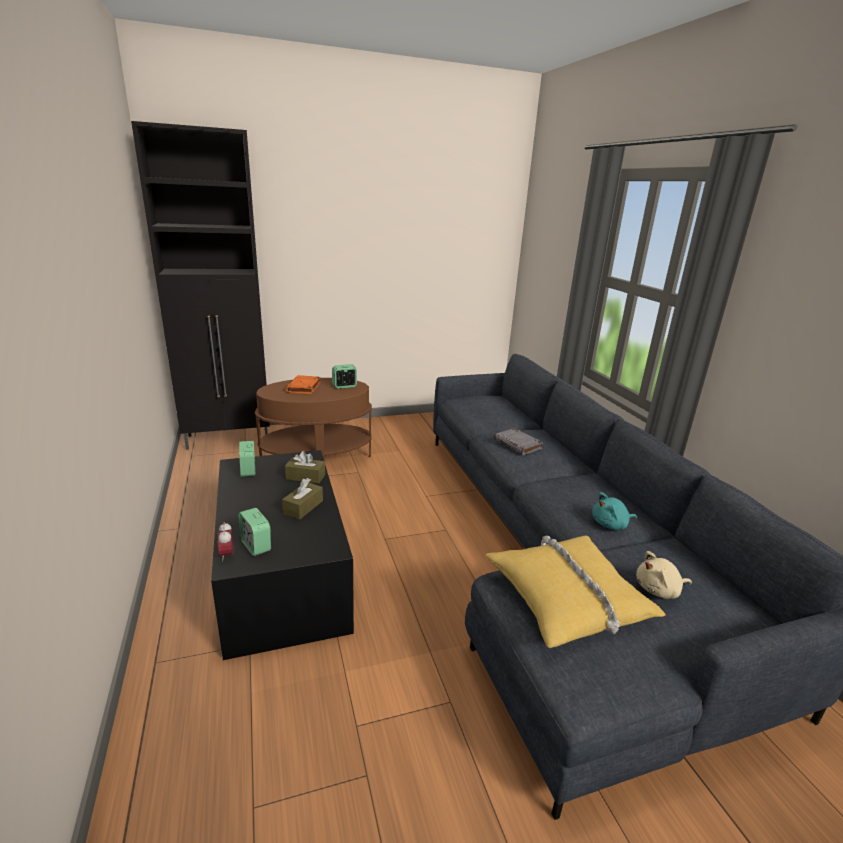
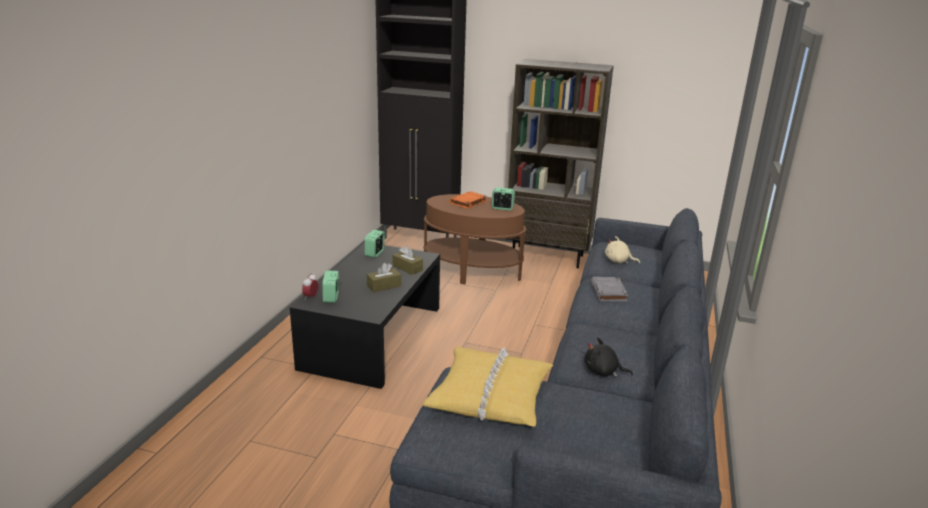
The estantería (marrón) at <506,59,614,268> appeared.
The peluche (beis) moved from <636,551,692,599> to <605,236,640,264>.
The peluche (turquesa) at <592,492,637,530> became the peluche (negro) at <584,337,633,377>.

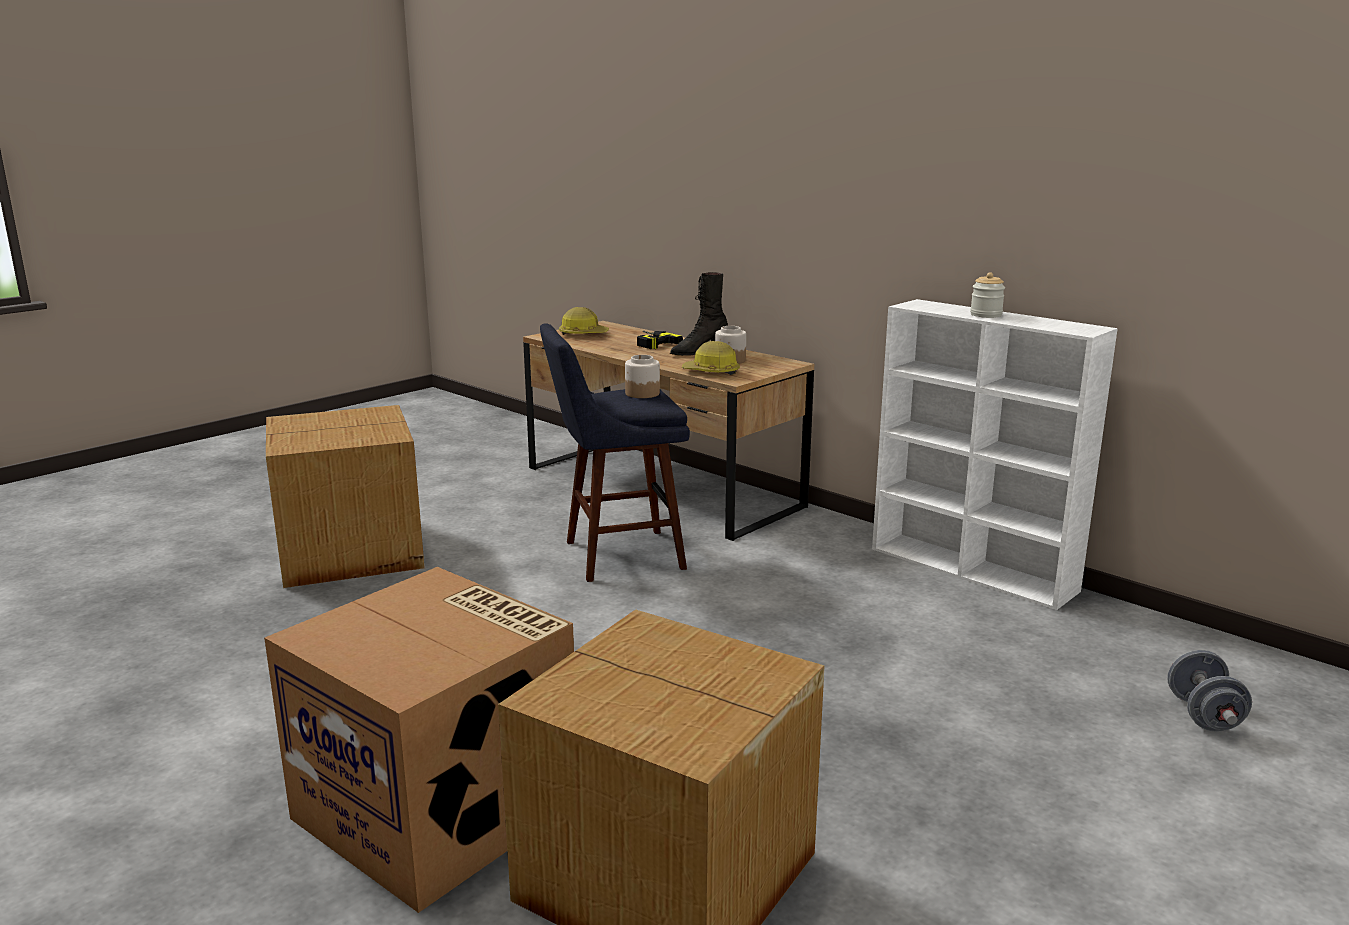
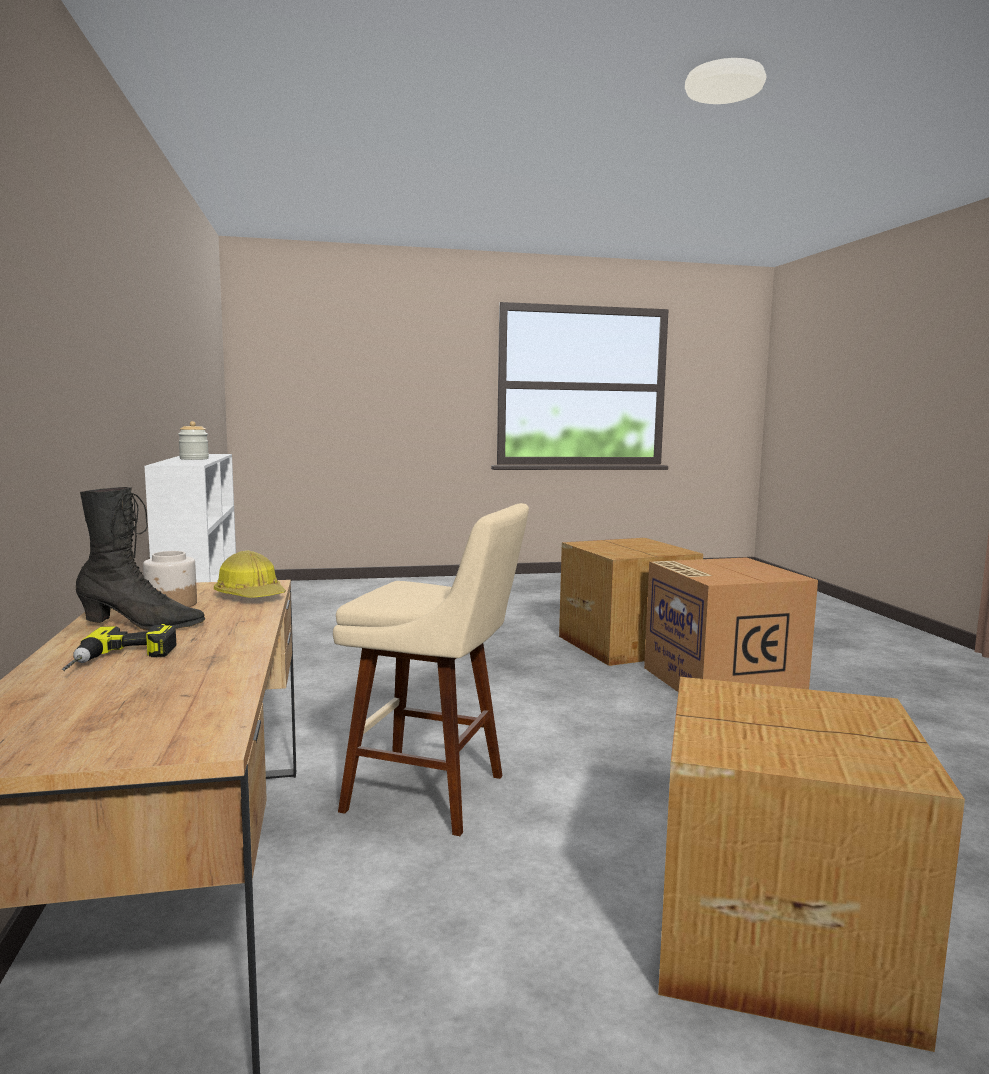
The casco at <559,307,609,335> disappeared.
The tarro at <625,355,660,398> disappeared.
The mancuerna (gris) at <1167,650,1252,732> disappeared.
The taburete (azul) at <540,323,690,582> became the taburete (beis) at <333,503,529,836>.

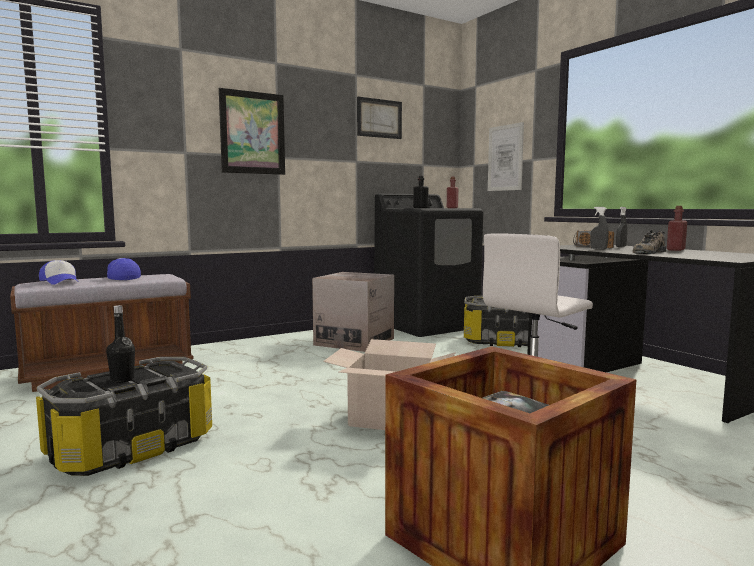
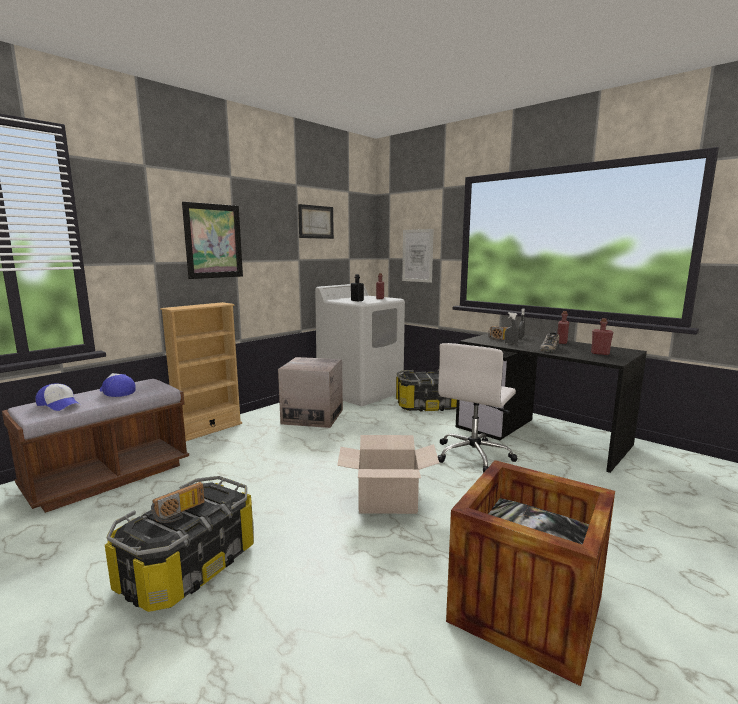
The estantería (beis) at <160,302,242,441> appeared.
The botella (rojo) at <591,318,613,355> appeared.
The botella (negro) at <106,305,135,383> was replaced by the radio at <151,482,205,523>.
The lavadora (negro) at <374,193,483,337> became the lavadora (blanco) at <315,284,405,406>.

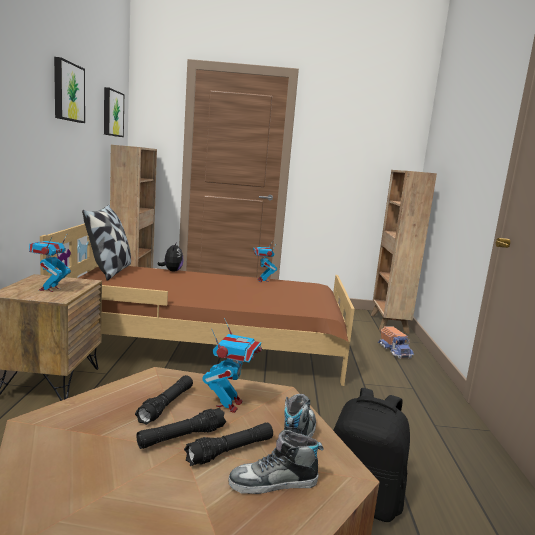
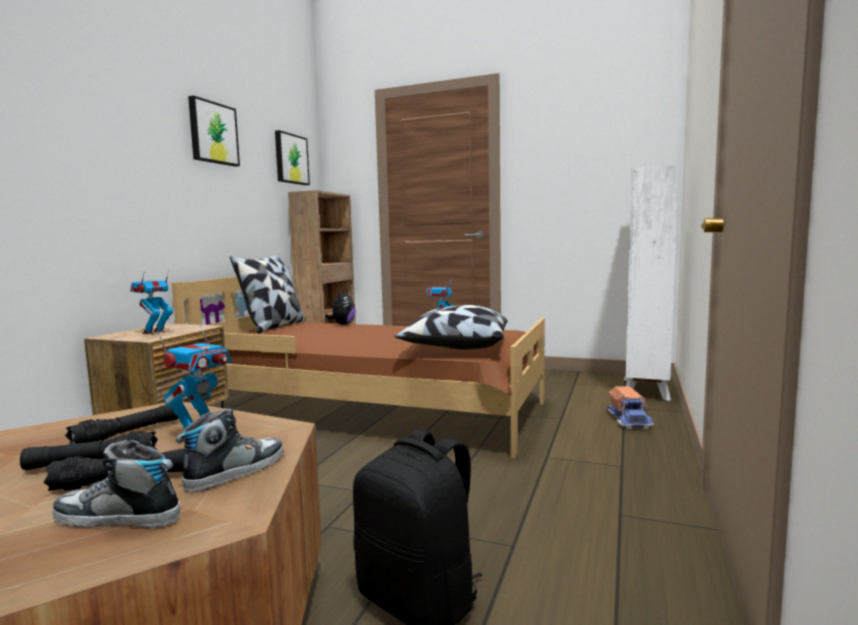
The cojín at <395,305,508,350> appeared.
The estantería (marrón) at <370,170,437,334> became the estantería (blanco) at <624,165,679,401>.

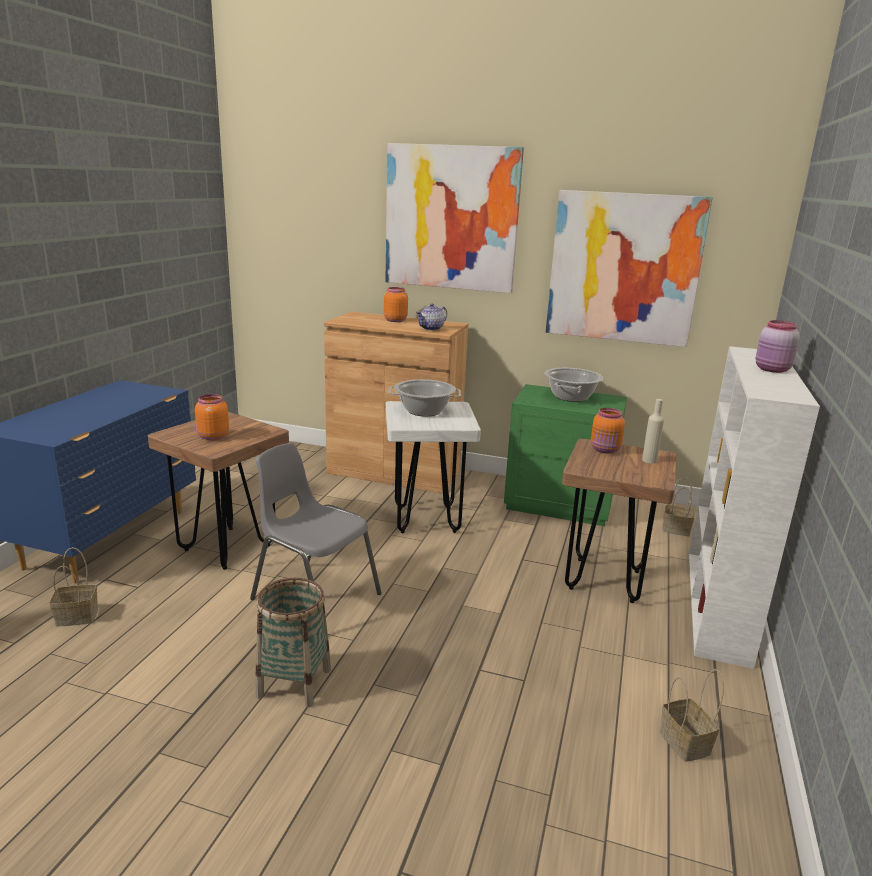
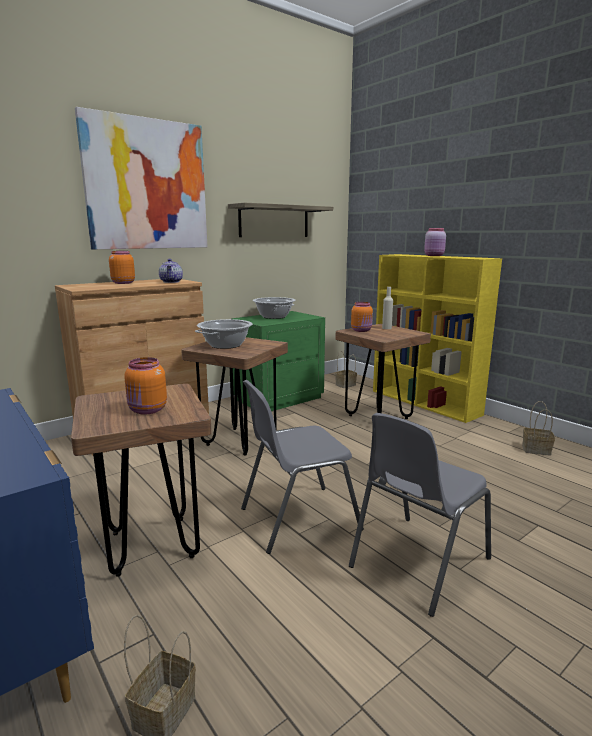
The cesta at <256,578,331,707> was replaced by the silla (gris) at <349,413,491,617>.
The cuadro at <546,190,713,347> was replaced by the estante at <228,203,333,237>.
The taburete (blanco) at <386,401,481,533> became the taburete (marrón) at <181,337,288,455>.
The estantería (blanco) at <689,346,820,669> became the estantería (amarillo) at <373,254,502,423>.

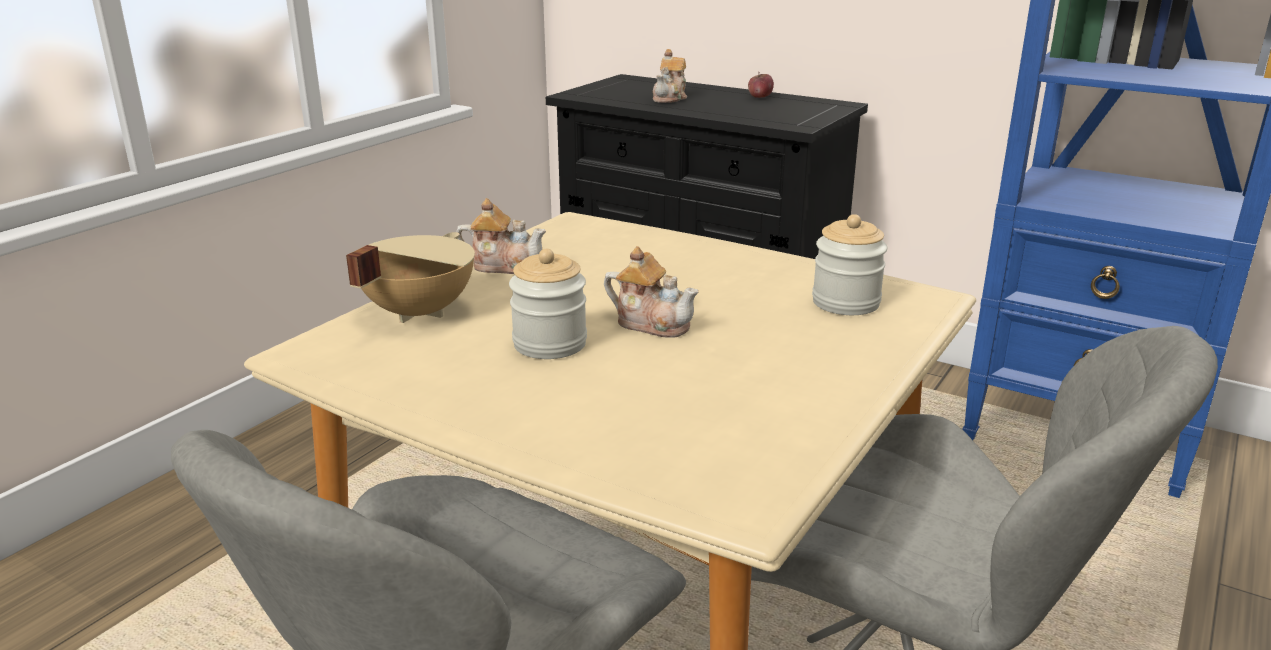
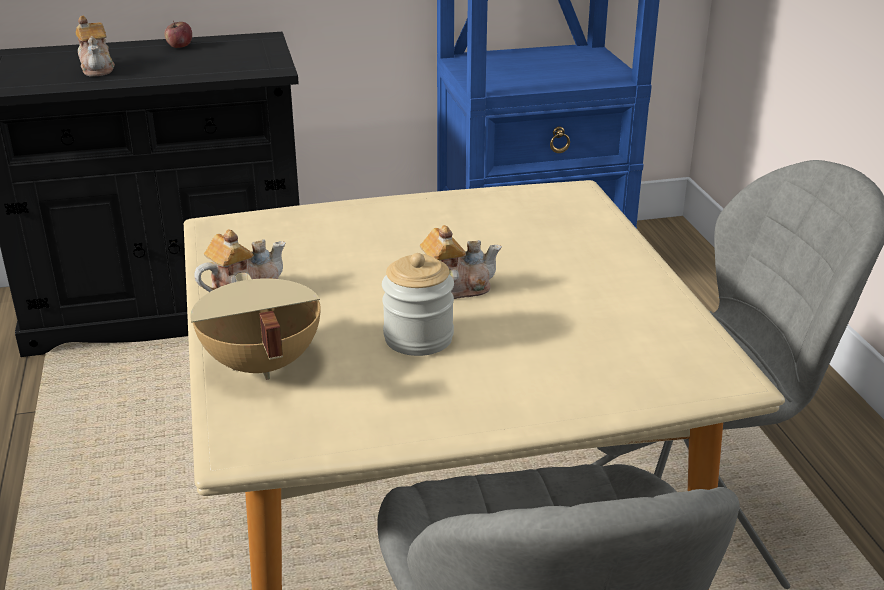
The tarro at <812,214,887,315> disappeared.

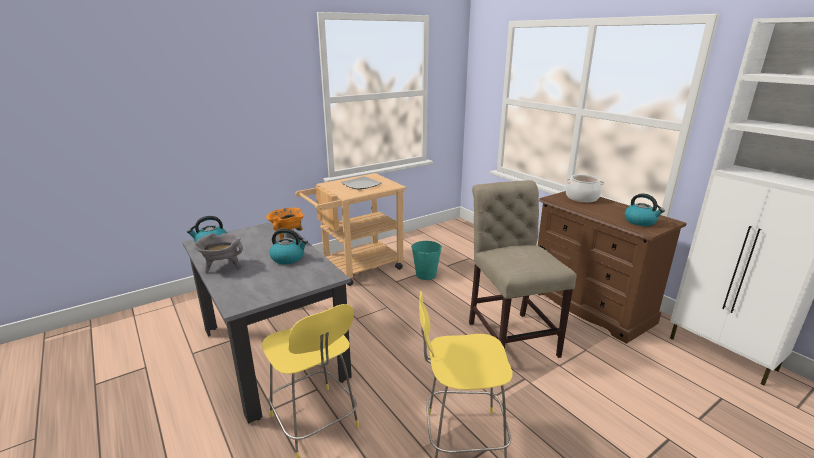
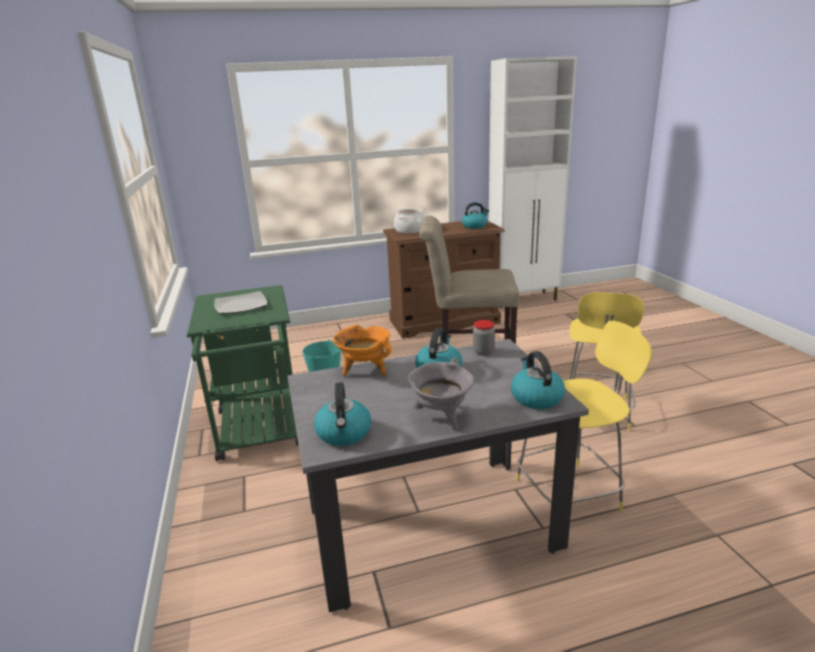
The tarro at <473,320,495,356> appeared.
The hervidor at <511,351,565,409> appeared.
The carrito (beis) at <295,173,406,286> became the carrito (verde) at <187,285,298,461>.

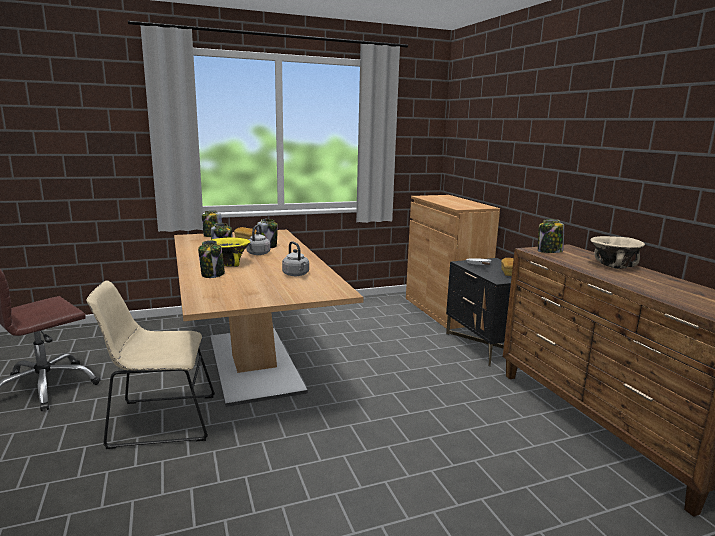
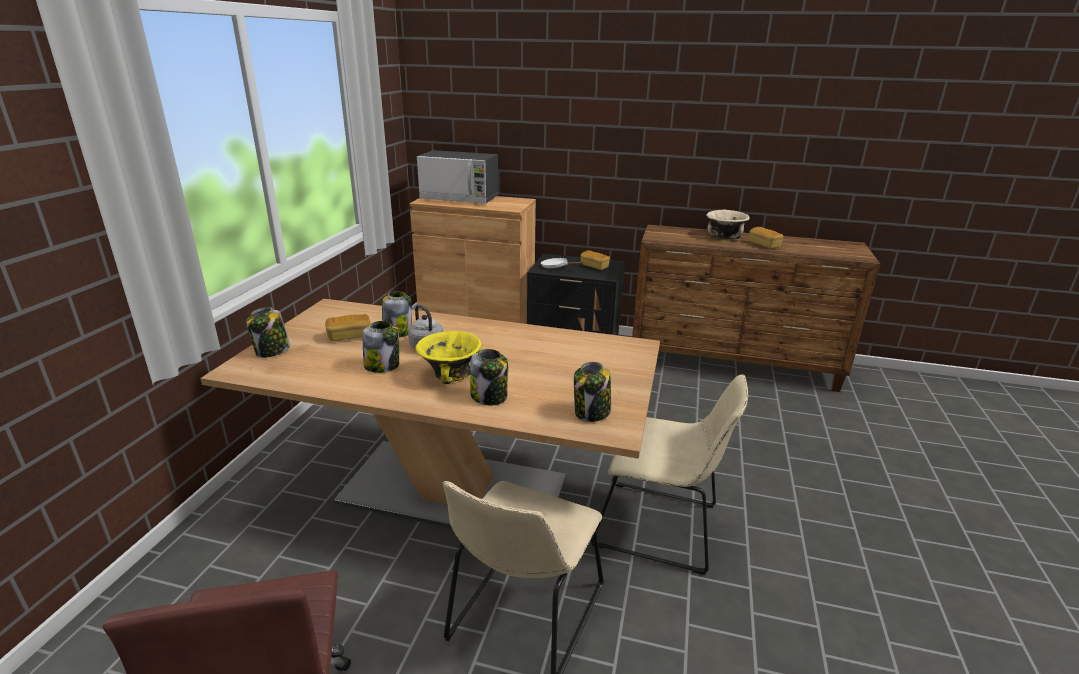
The hervidor (gris) at <282,241,309,276> disappeared.
The microondas at <417,150,498,204> appeared.
The silla (beis) at <591,374,748,575> appeared.
The pan at <749,227,783,249> appeared.
The tarro moved from <538,219,564,253> to <574,362,611,422>.

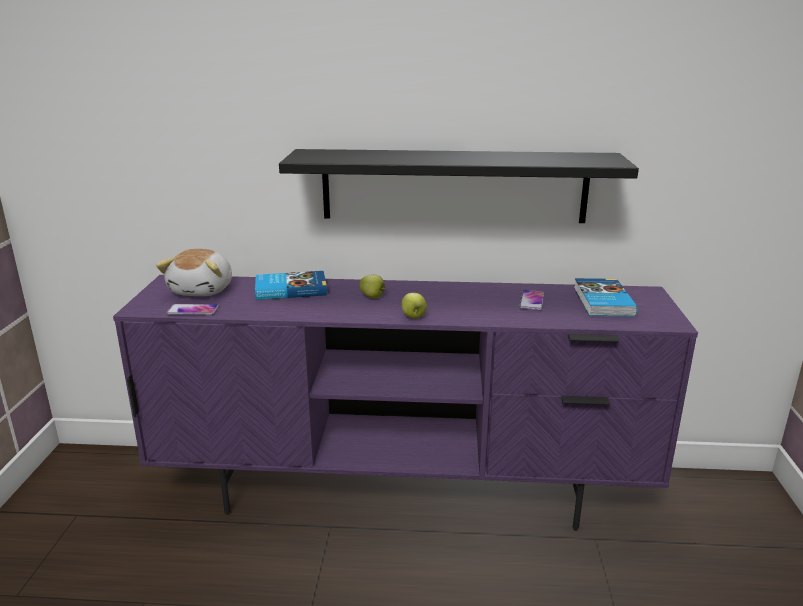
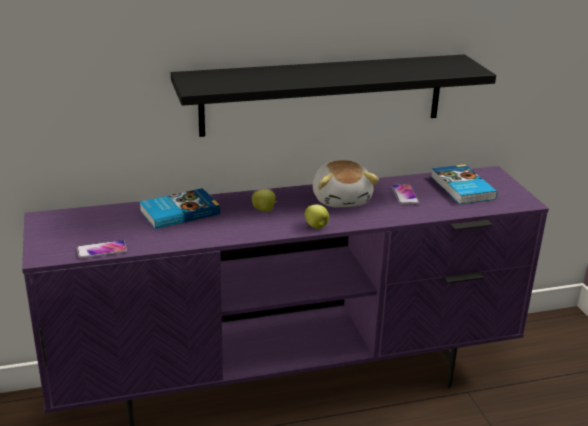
The peluche moved from <156,249,232,296> to <313,160,379,207>.

